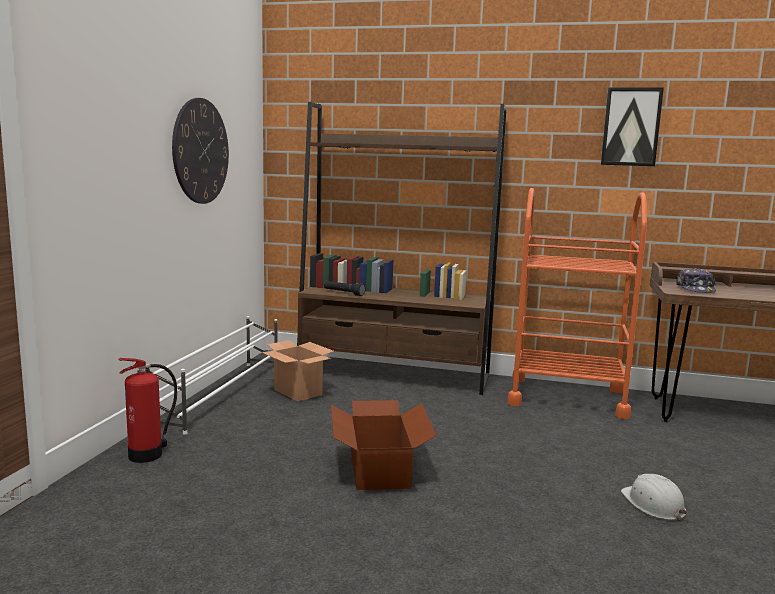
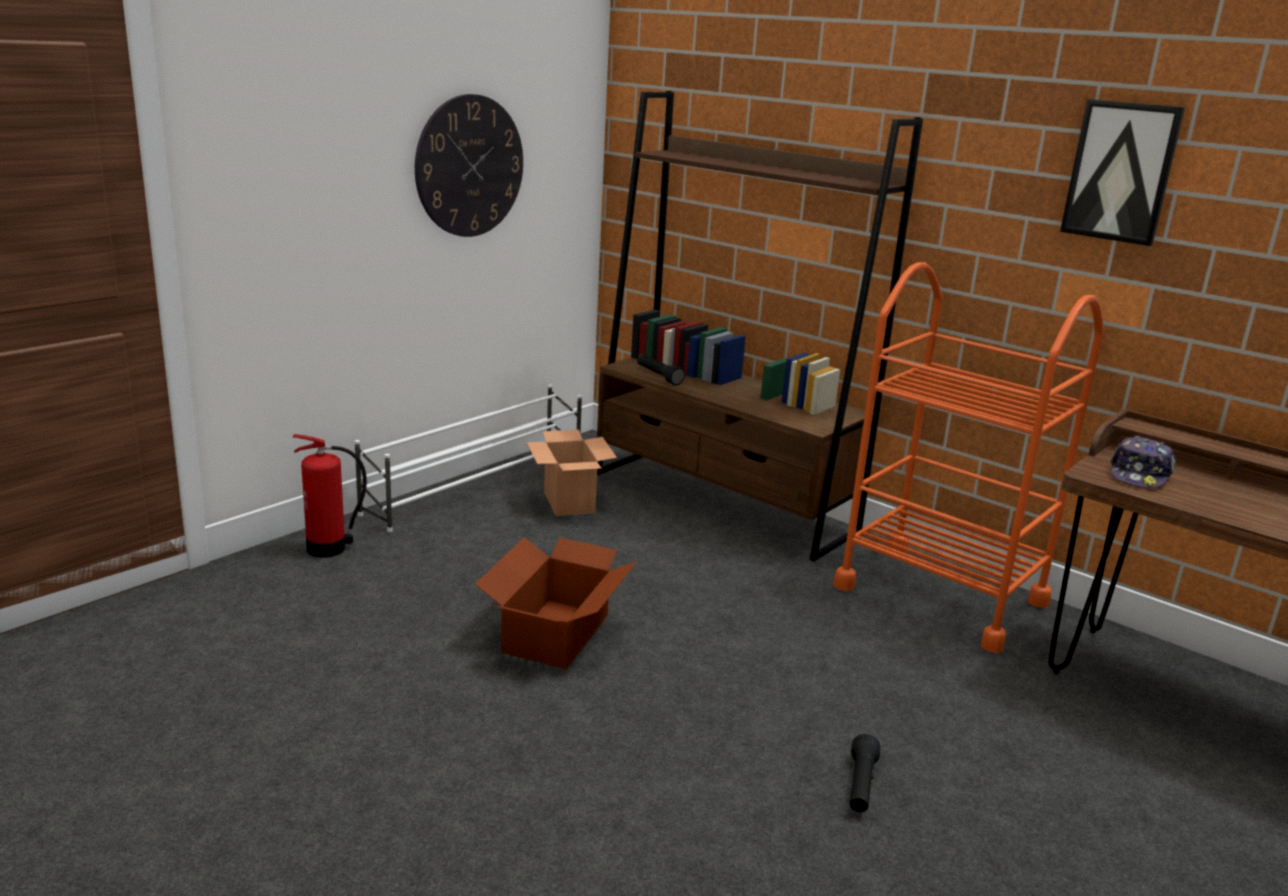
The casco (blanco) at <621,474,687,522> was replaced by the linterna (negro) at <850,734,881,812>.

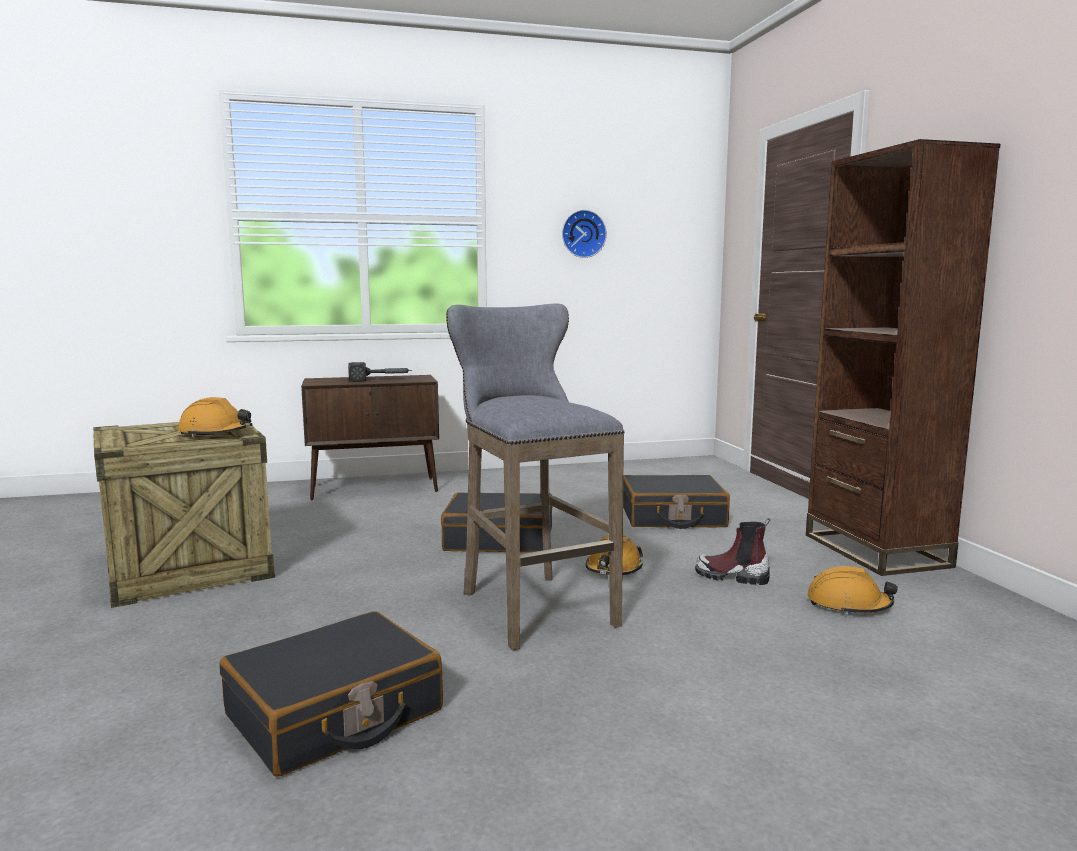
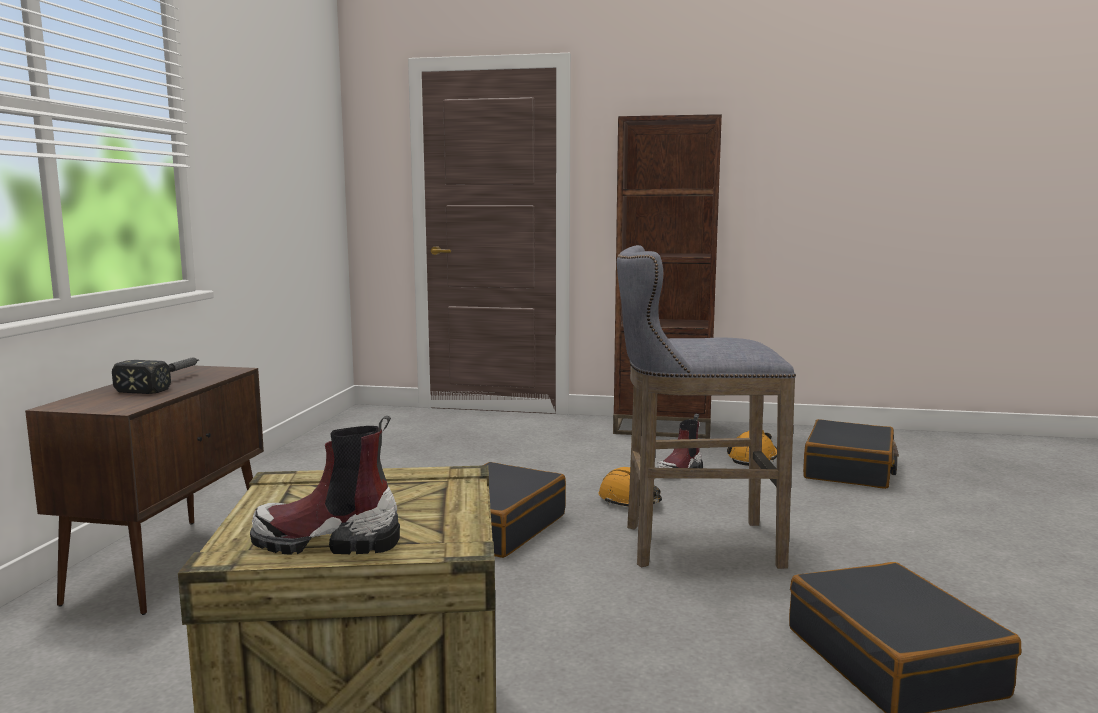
The casco (naranja) at <178,397,253,437> disappeared.
The reloj de pared at <562,210,607,258> disappeared.
The bota at <250,416,400,555> appeared.
The maleta (negro) moved from <623,475,730,529> to <803,419,899,489>.

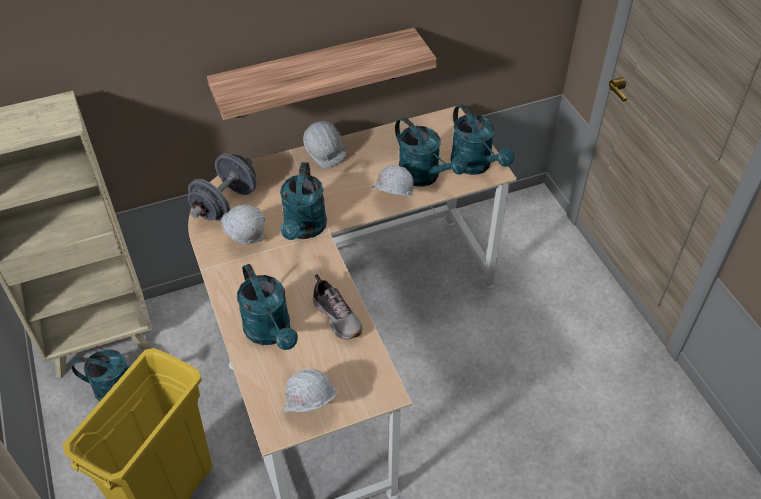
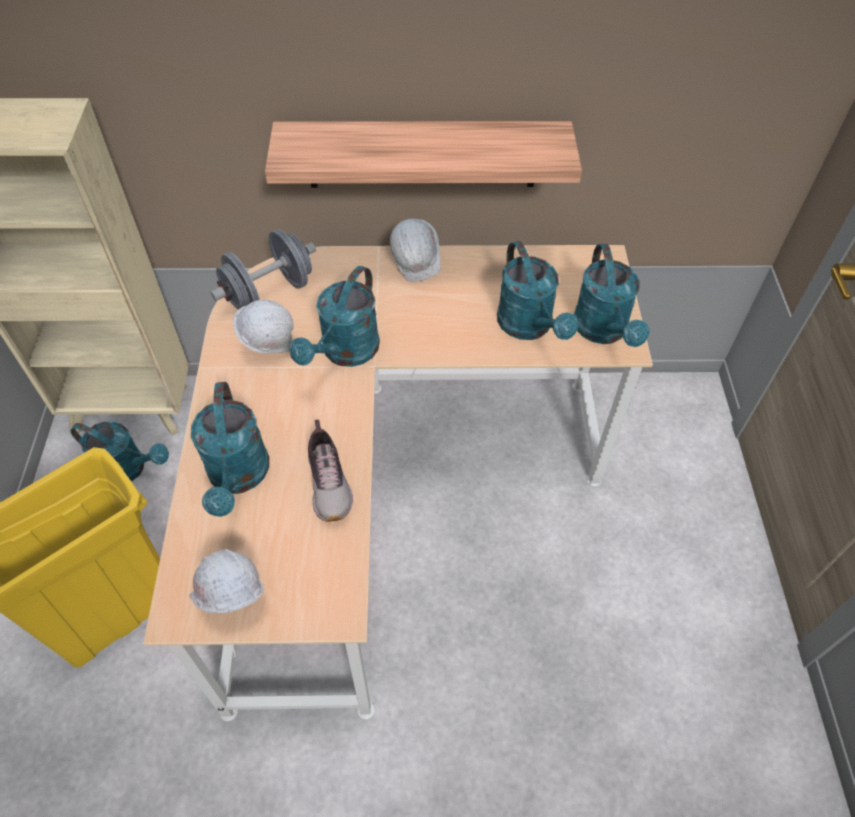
The casco (blanco) at <373,165,413,196> disappeared.

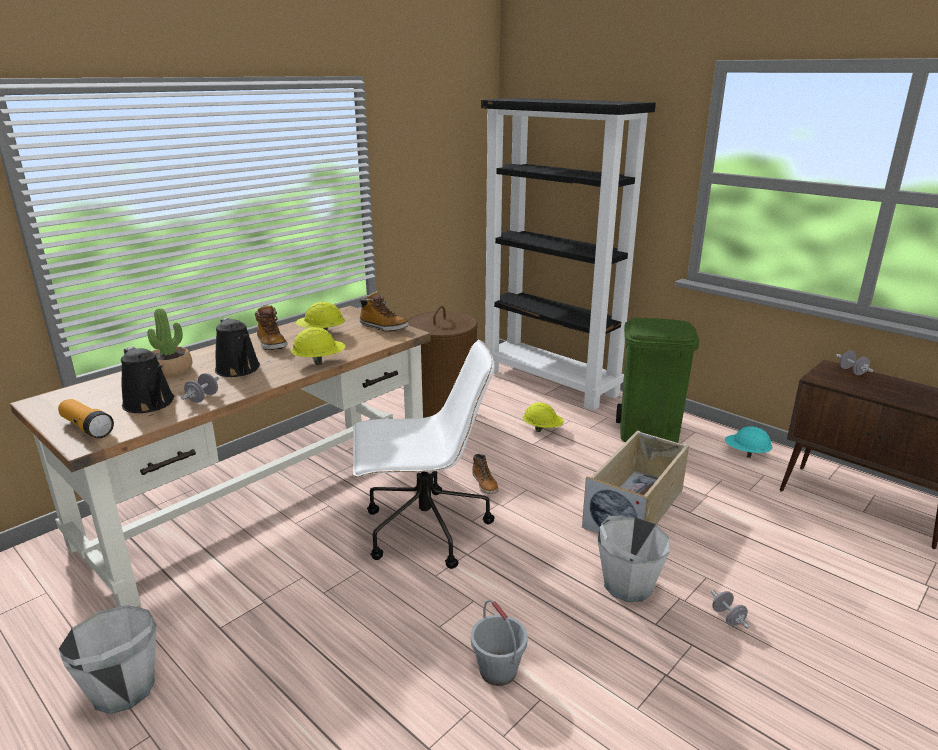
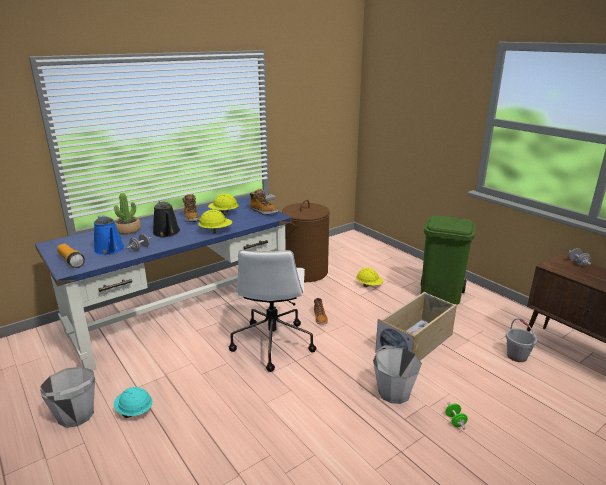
The estantería (negro) at <481,98,656,411> disappeared.
The cubo (gris) moved from <471,600,528,686> to <506,318,537,362>.
The casco (turquesa) moved from <725,426,773,458> to <114,387,153,418>.
The escritorio (marrón) at <9,306,431,607> became the escritorio (azul) at <35,196,292,370>.
The regadera (negro) at <121,346,174,413> became the regadera (azul) at <94,215,125,255>.
The mancuerna (gris) at <711,590,749,629> became the mancuerna (verde) at <445,402,468,430>.
The silla de oficina (blanco) at <353,340,495,569> turned 90 degrees clockwise.

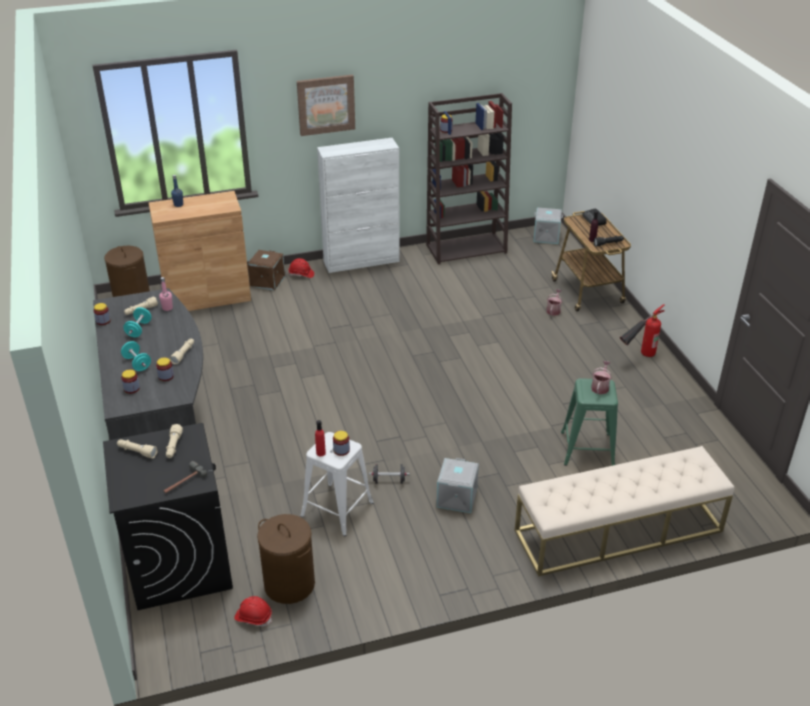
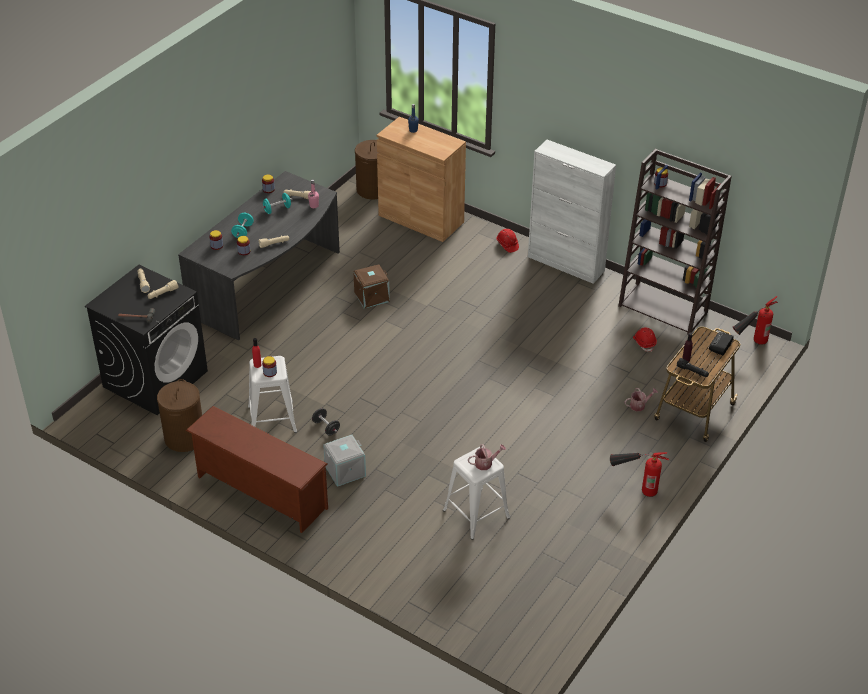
The cuadro at <297,75,355,136> disappeared.
The banco (beis) at <515,446,735,576> disappeared.
The zapatero (marrón) at <186,406,328,533> appeared.
The casco (rojo) moved from <234,596,272,626> to <633,327,657,352>.
The caja de almacenaje (marrón) moved from <248,250,285,291> to <353,264,390,309>.
The caja de almacenaje (gris) at <533,208,563,244> was replaced by the extintor at <733,296,778,345>.
The taburete (verde) at <561,378,618,466> became the taburete (blanco) at <443,447,510,540>.

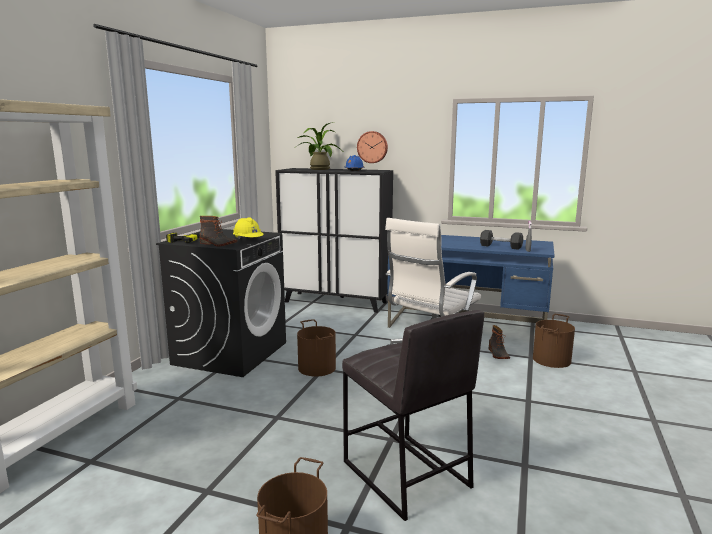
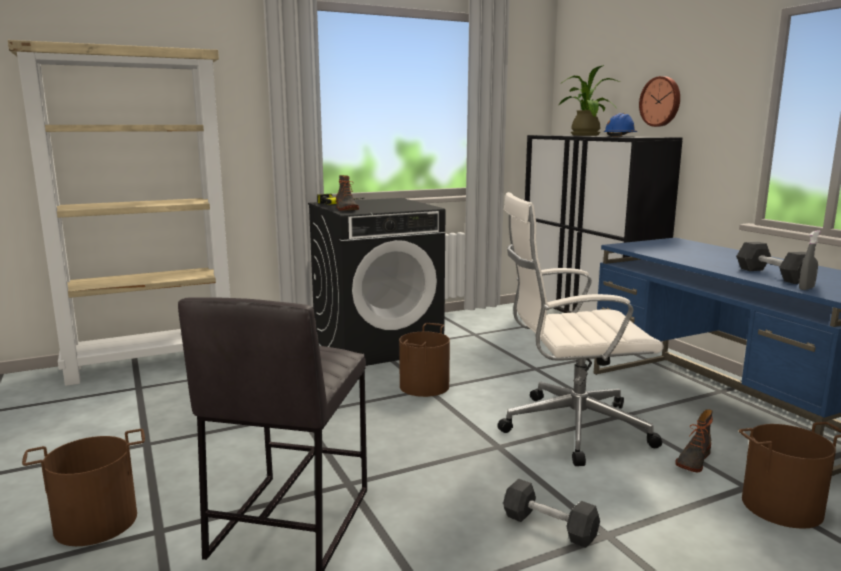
The casco (amarillo) at <233,217,264,239> disappeared.
The mancuerna (gris) at <503,478,600,548> appeared.

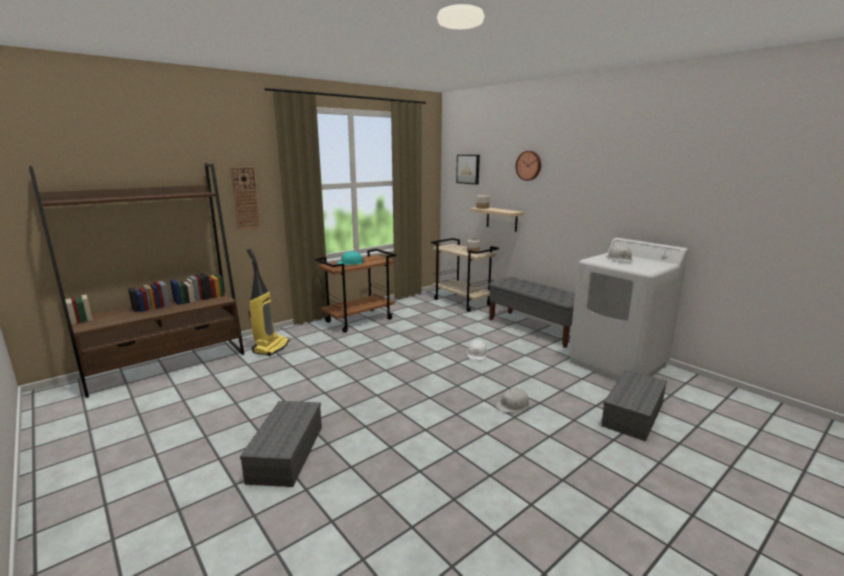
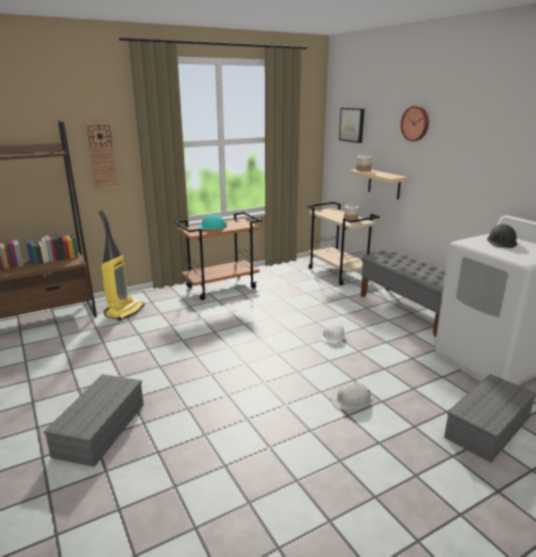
The casco (blanco) at <607,244,633,262> became the casco (negro) at <487,224,517,248>.

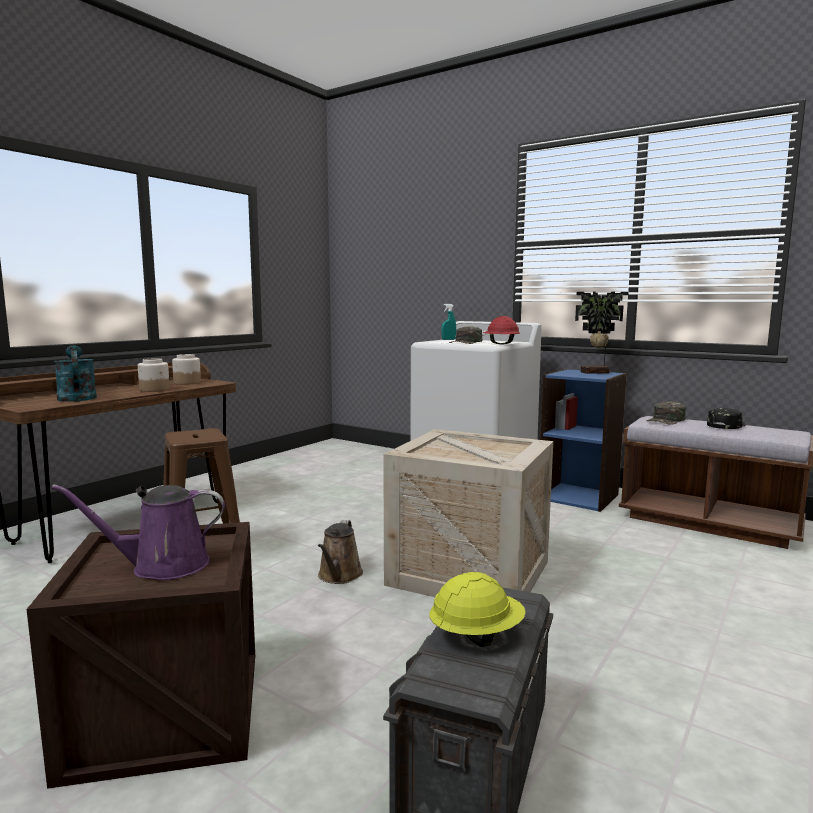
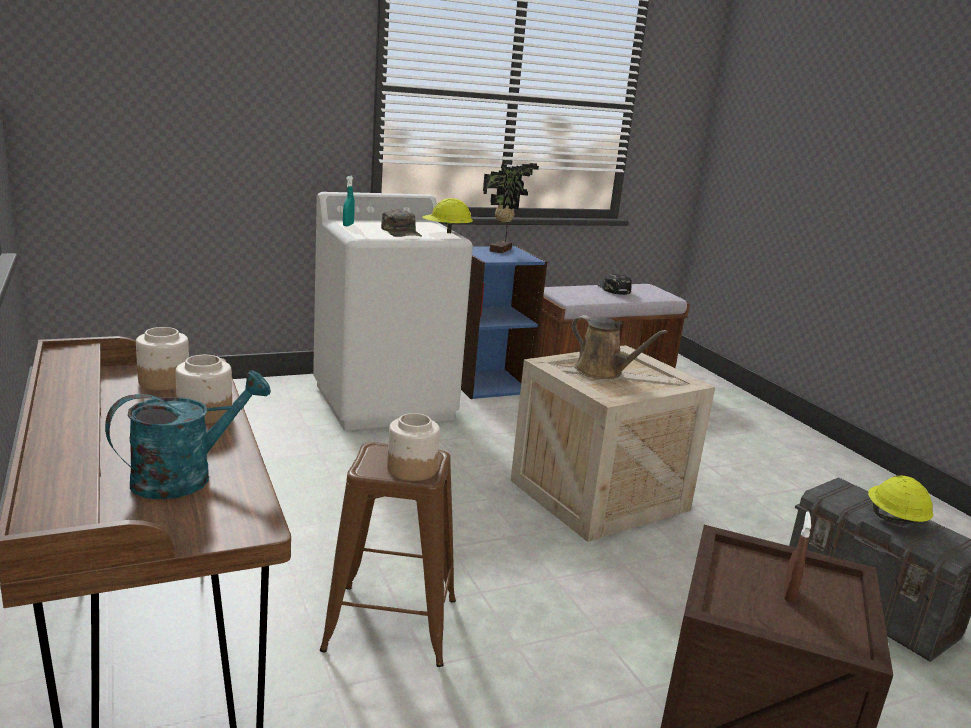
The gorra (verde) at <647,402,686,425> disappeared.
The tarro at <387,413,440,481> appeared.
The regadera (marrón) moved from <318,520,363,584> to <571,315,668,379>.
The regadera (morado) at <51,484,225,580> was replaced by the pulverizador (marrón) at <784,511,811,603>.
The casco (rojo) at <483,316,520,345> became the casco (amarillo) at <422,198,473,233>.
The regadera (turquesa) at <54,345,97,402> turned 135 degrees clockwise.

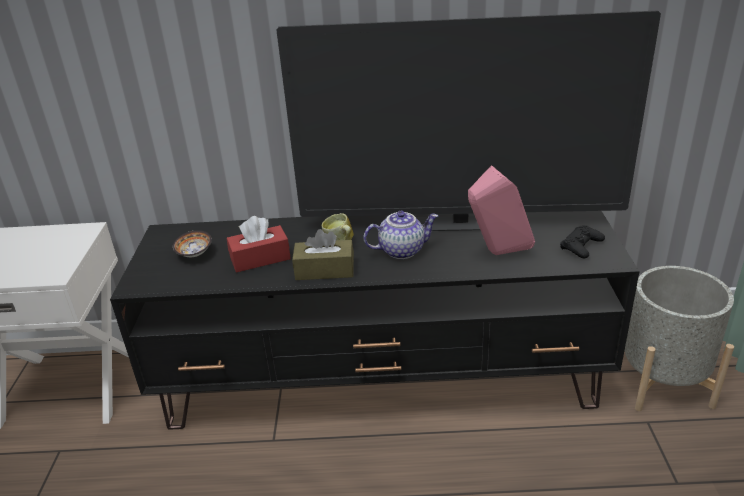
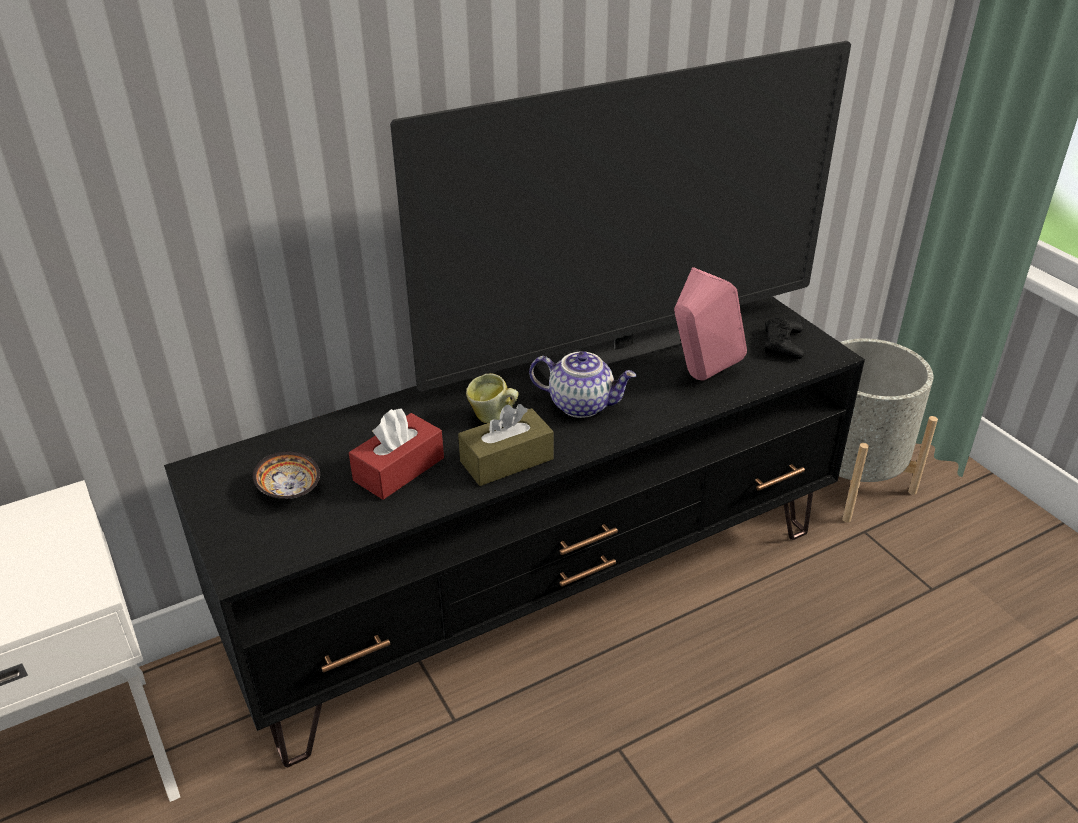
The tetera at <364,211,438,259> turned 60 degrees clockwise.

